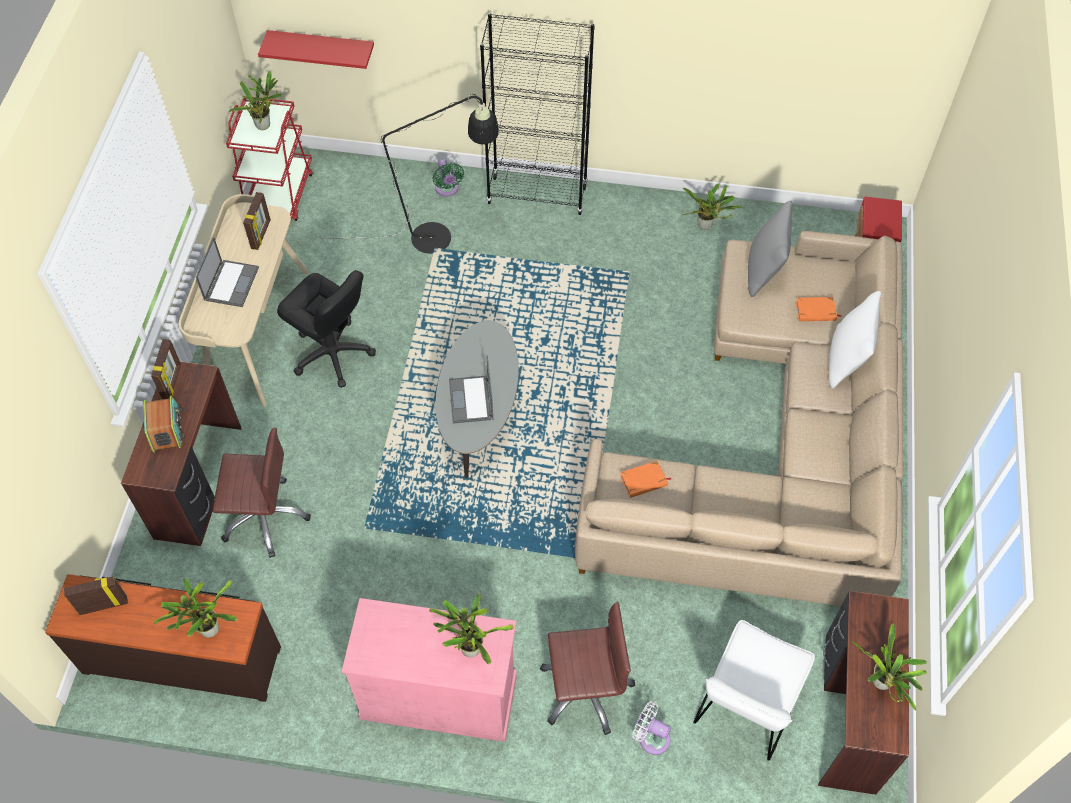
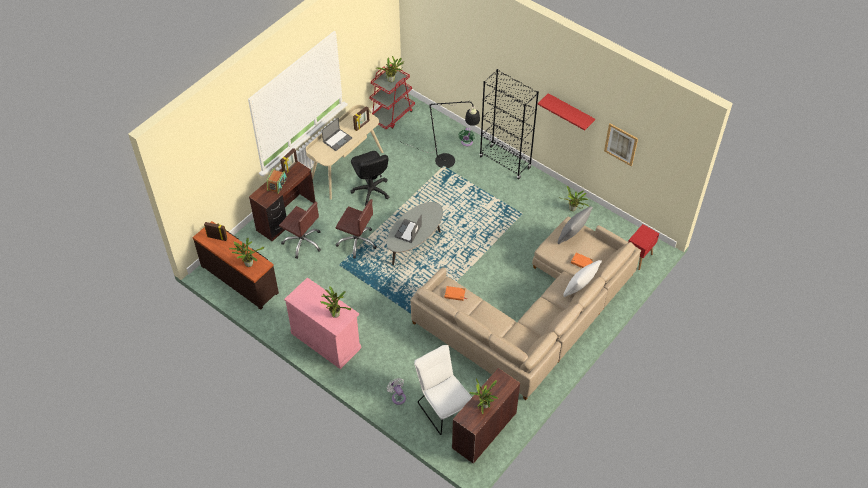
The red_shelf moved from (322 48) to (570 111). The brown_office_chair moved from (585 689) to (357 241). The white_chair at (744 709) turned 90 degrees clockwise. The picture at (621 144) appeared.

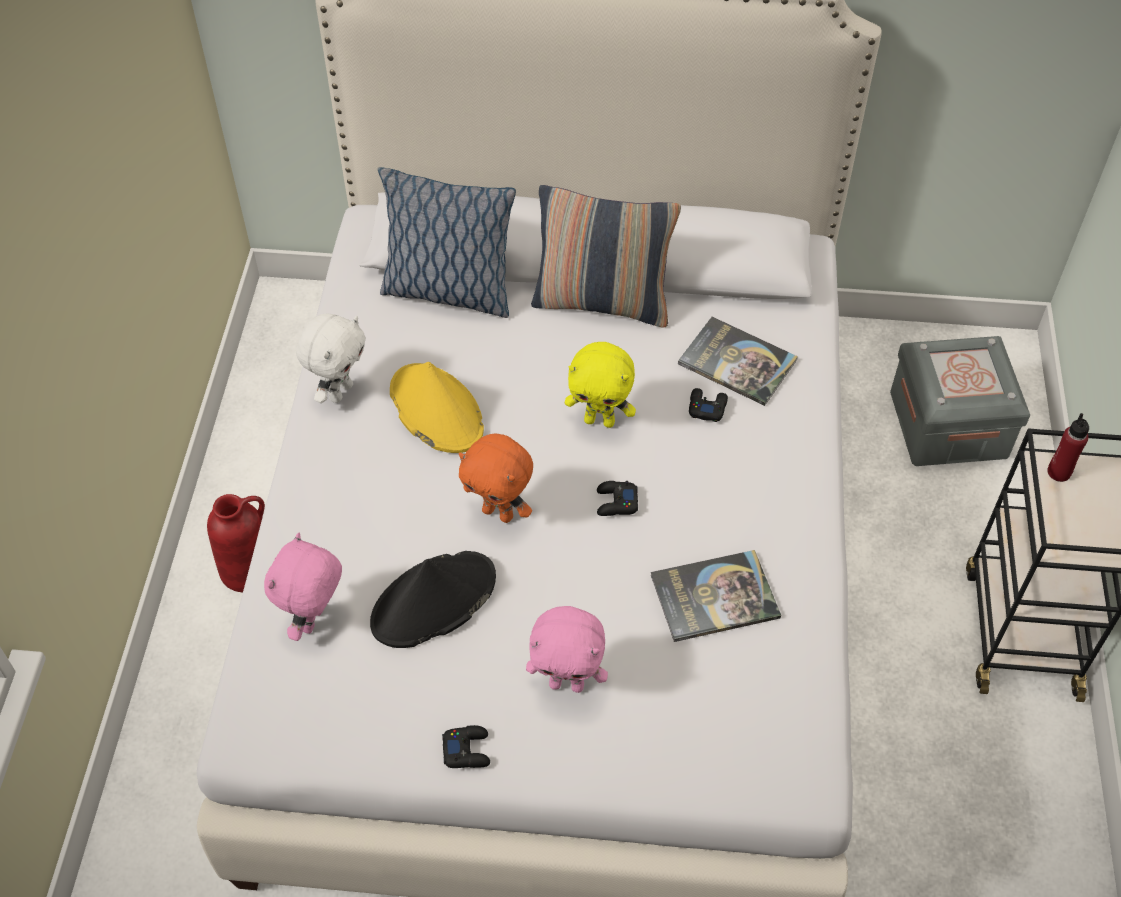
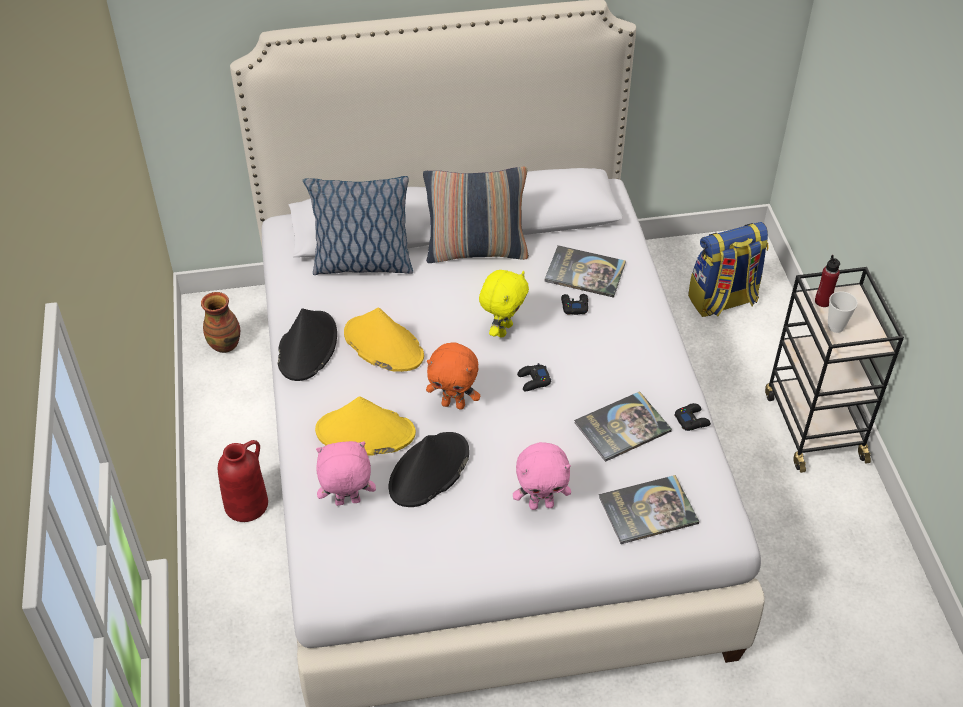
The white_plush_toy at (339 391) was replaced by the black_hat at (307 346). The grey_storage_box at (948 425) was replaced by the backpack at (722 301). The yellow_plush_toy at (600 420) turned 60 degrees counterclockwise. The pink_plush_toy at (314 621) turned 75 degrees clockwise. The black_game_controller moved from (467 750) to (692 420). The cup at (835 326) appeared. The vase at (225 344) appeared. The yellow_hat at (365 432) appeared. The book at (648 510) appeared.

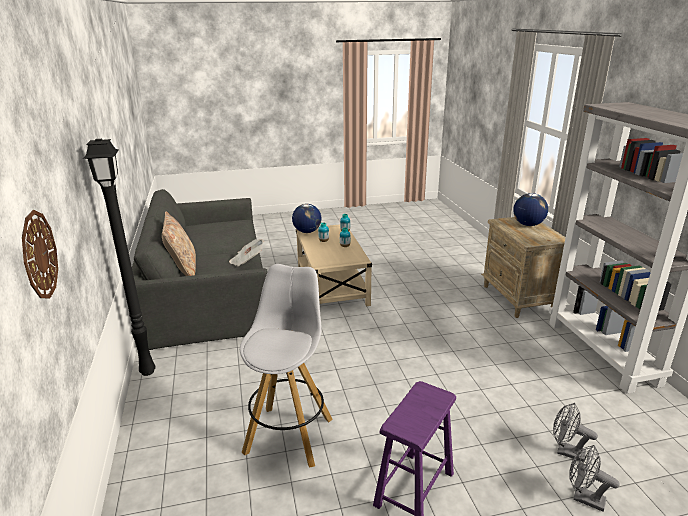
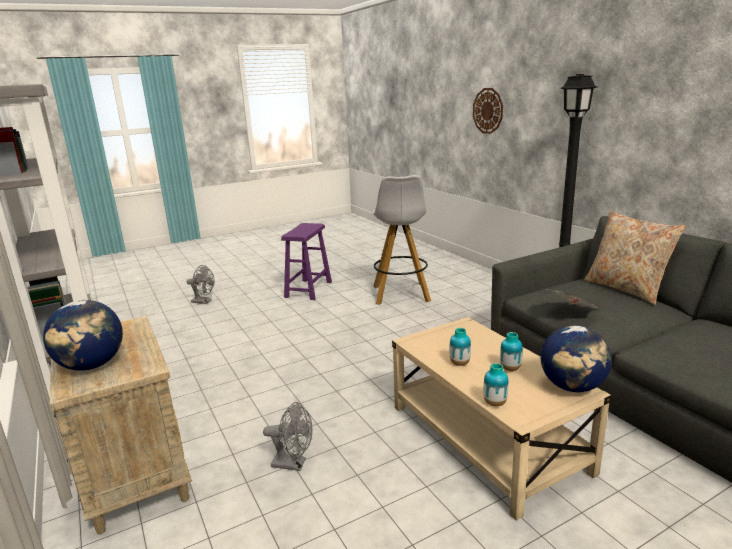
The grey_fan moved from (566 452) to (294 464).

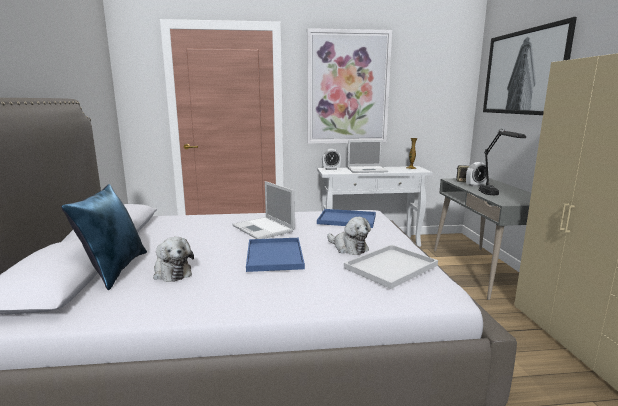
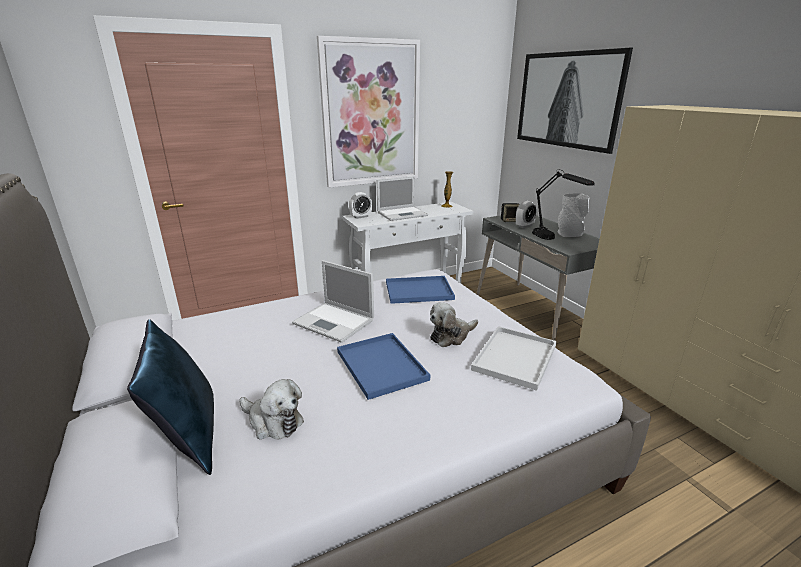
The plush_toy at (348 248) turned 120 degrees clockwise. The grey_vase at (570 234) appeared.

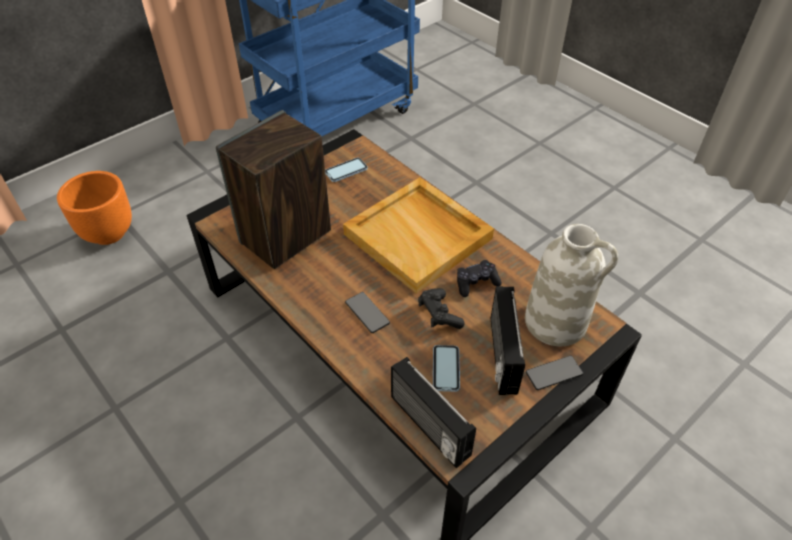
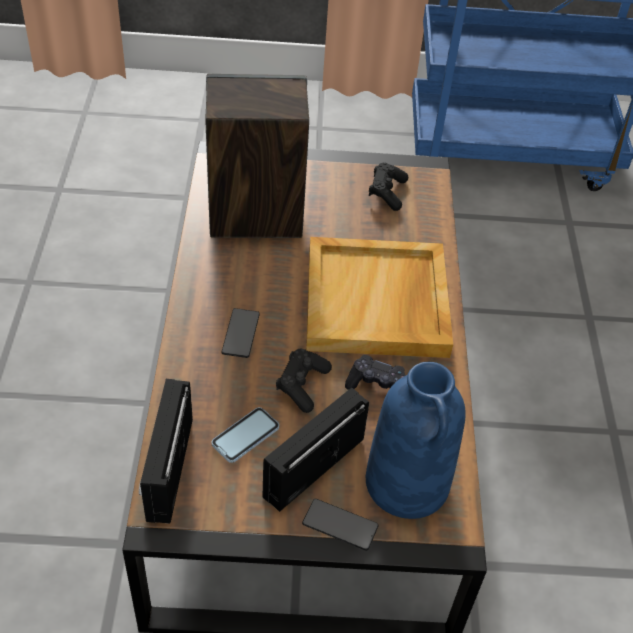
The phone at (346 171) was replaced by the black_game_controller at (387 193). The orange_planter at (107 233) disappeared. The white_vase at (556 322) became the blue_vase at (408 484).

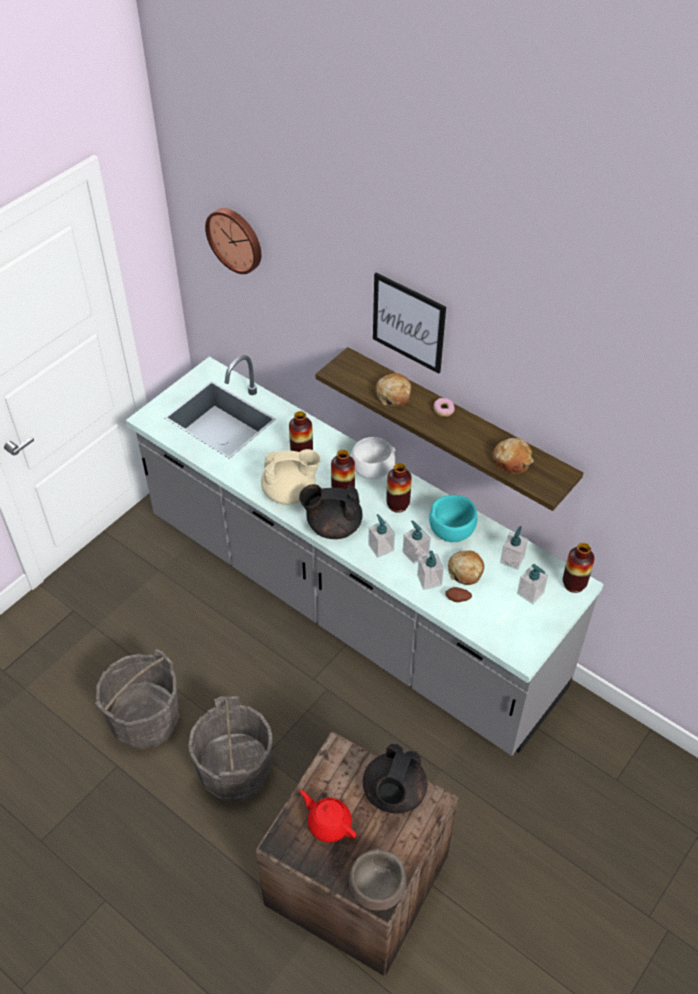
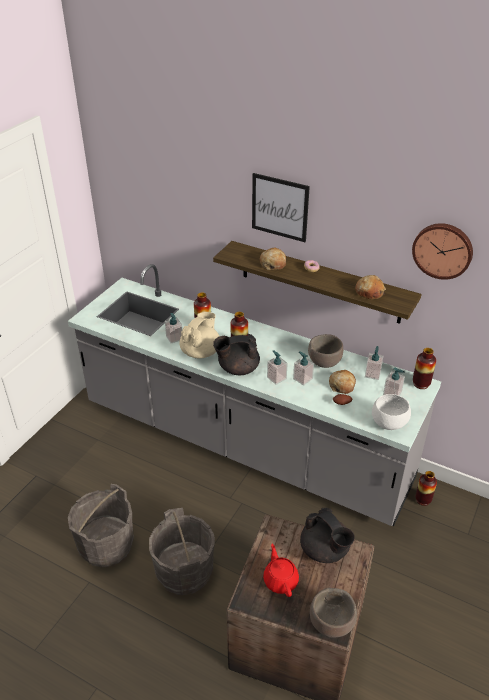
The wall_clock moved from (236 239) to (443 250). The white_bowl moved from (371 471) to (388 423). The beige_teapot at (290 492) turned 45 degrees counterclockwise. The vase moved from (397 505) to (423 500). The turquoise_bowl at (451 531) became the brown_bowl at (324 362). The soap_dispenser moved from (429 580) to (174 338). The black_teapot at (393 793) turned 45 degrees counterclockwise. The red_teapot at (329 823) turned 45 degrees clockwise.

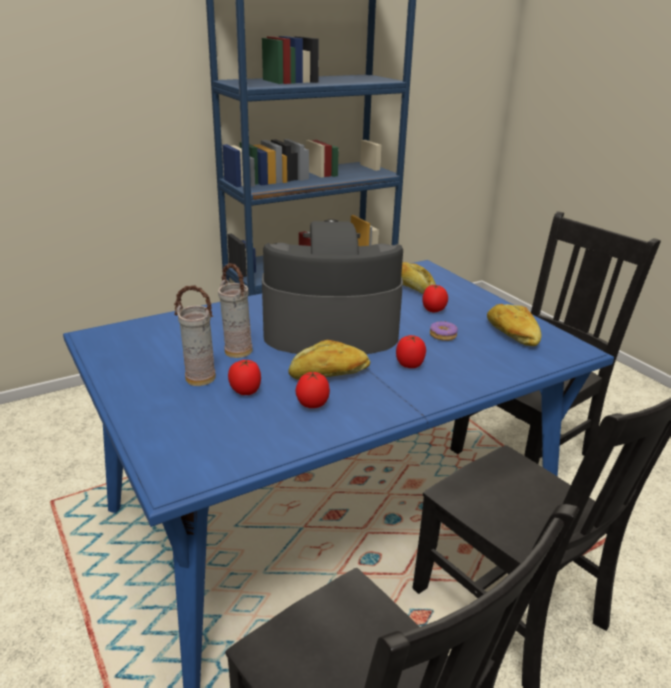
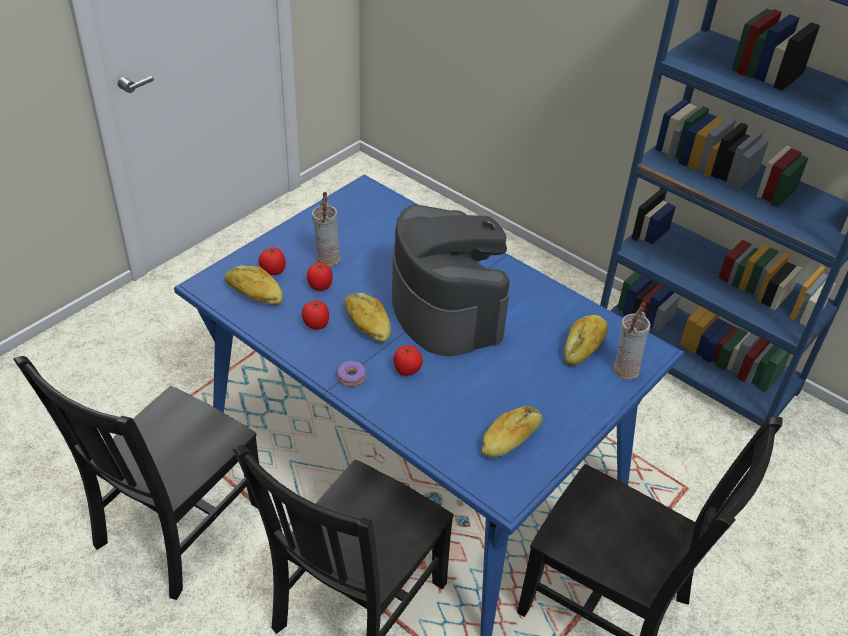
The vase moved from (237 352) to (624 370). The tomato moved from (433 311) to (273 271). The donut moved from (443 335) to (351 377). The bread at (254 294) appeared.

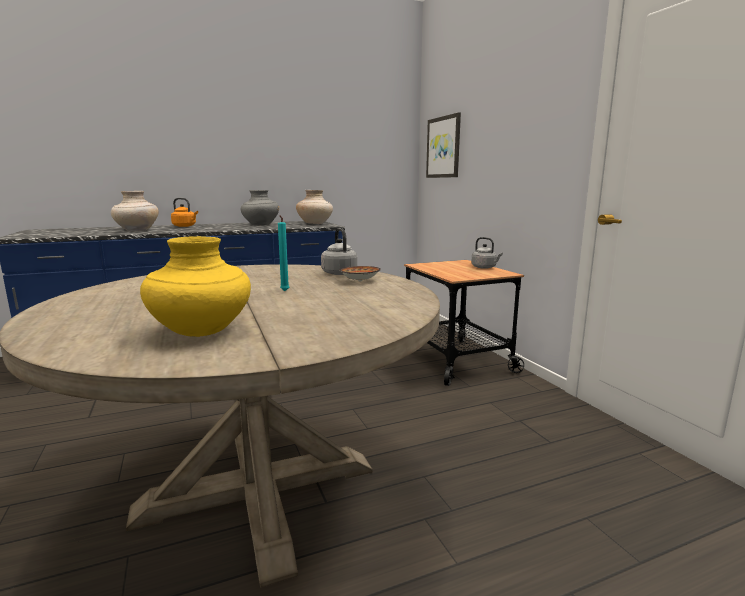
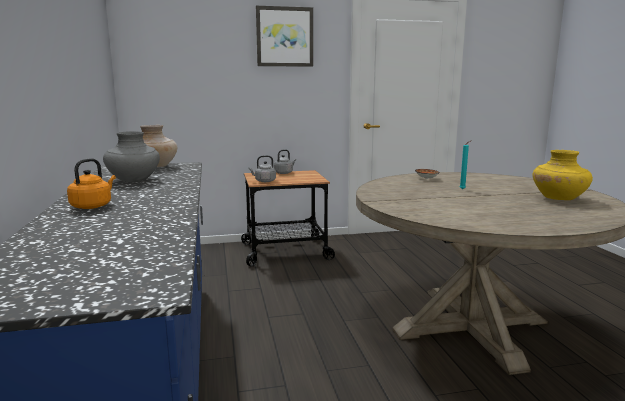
The picture moved from (444 147) to (284 37). The beige_vase at (137 230) disappeared. The grey_kettle moved from (338 273) to (264 181).

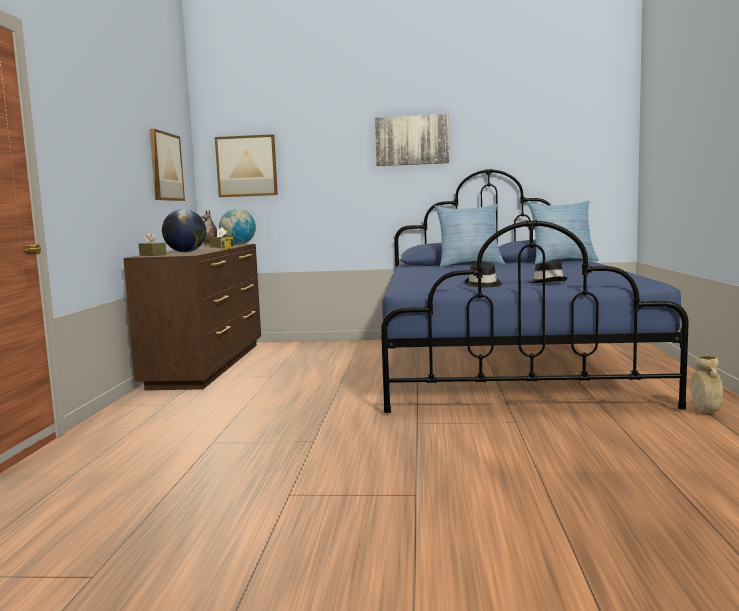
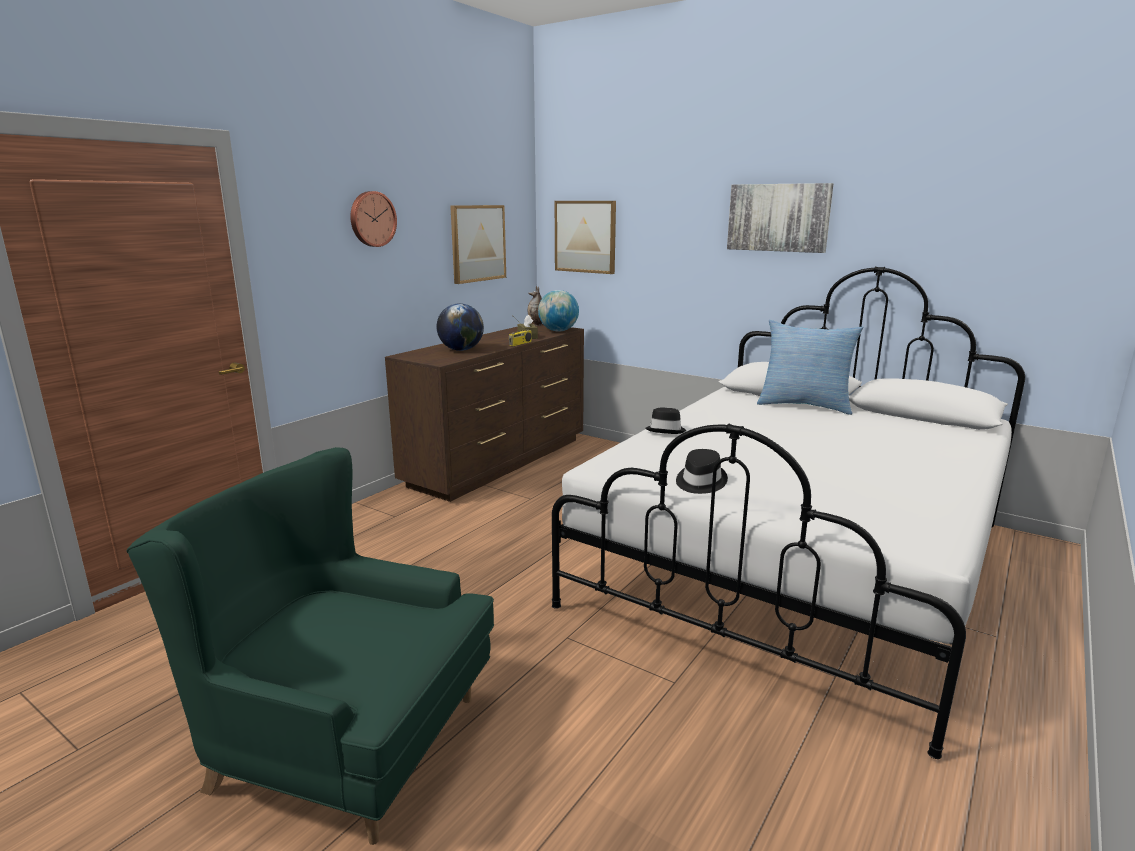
The blue_bed at (507 367) became the white_bed at (798 563). The pillow at (562 261) disappeared. The brown_tissue_box at (152 255) disappeared. The black_hat moved from (547 282) to (666 430). The beige_vase at (705 412) disappeared. The wall_clock at (372 219) appeared. The green_armchair at (341 739) appeared.

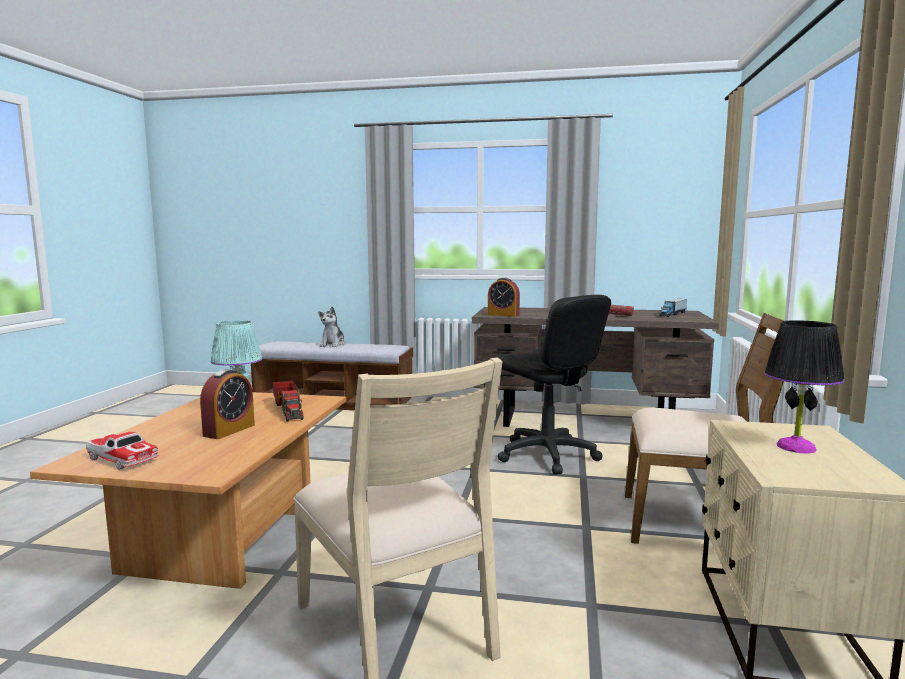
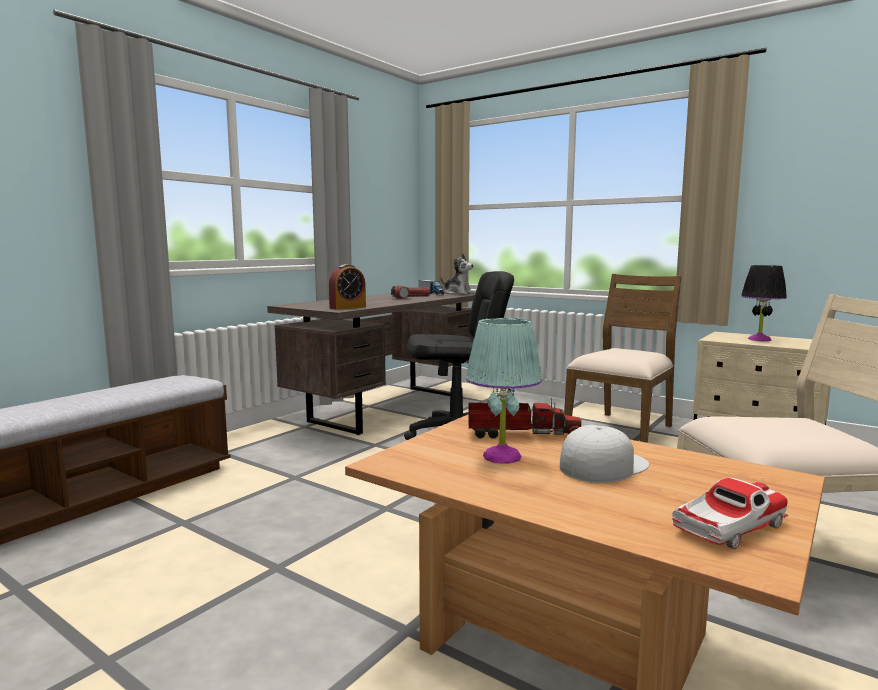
The plush_toy moved from (333 344) to (458 293). The alarm_clock at (229 430) was replaced by the white_cap at (603 465).

